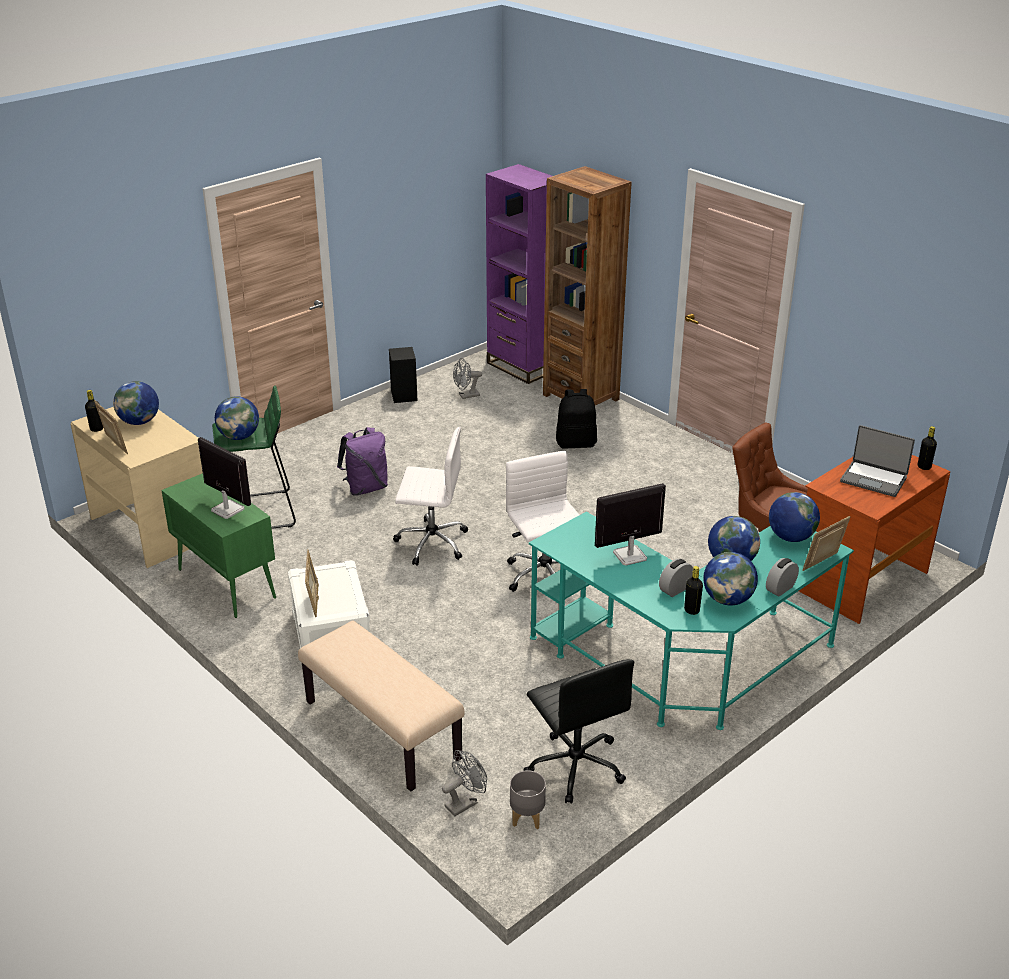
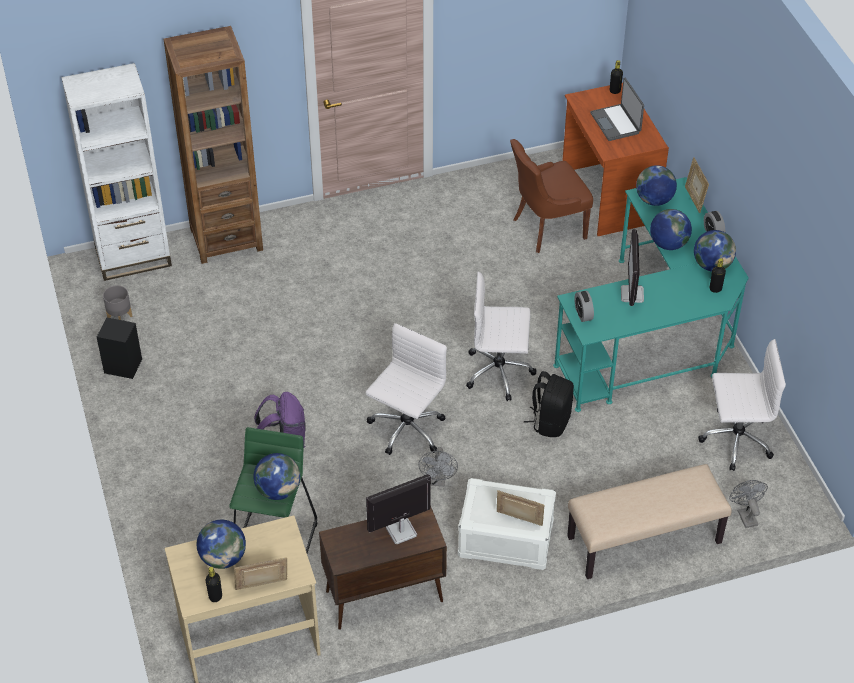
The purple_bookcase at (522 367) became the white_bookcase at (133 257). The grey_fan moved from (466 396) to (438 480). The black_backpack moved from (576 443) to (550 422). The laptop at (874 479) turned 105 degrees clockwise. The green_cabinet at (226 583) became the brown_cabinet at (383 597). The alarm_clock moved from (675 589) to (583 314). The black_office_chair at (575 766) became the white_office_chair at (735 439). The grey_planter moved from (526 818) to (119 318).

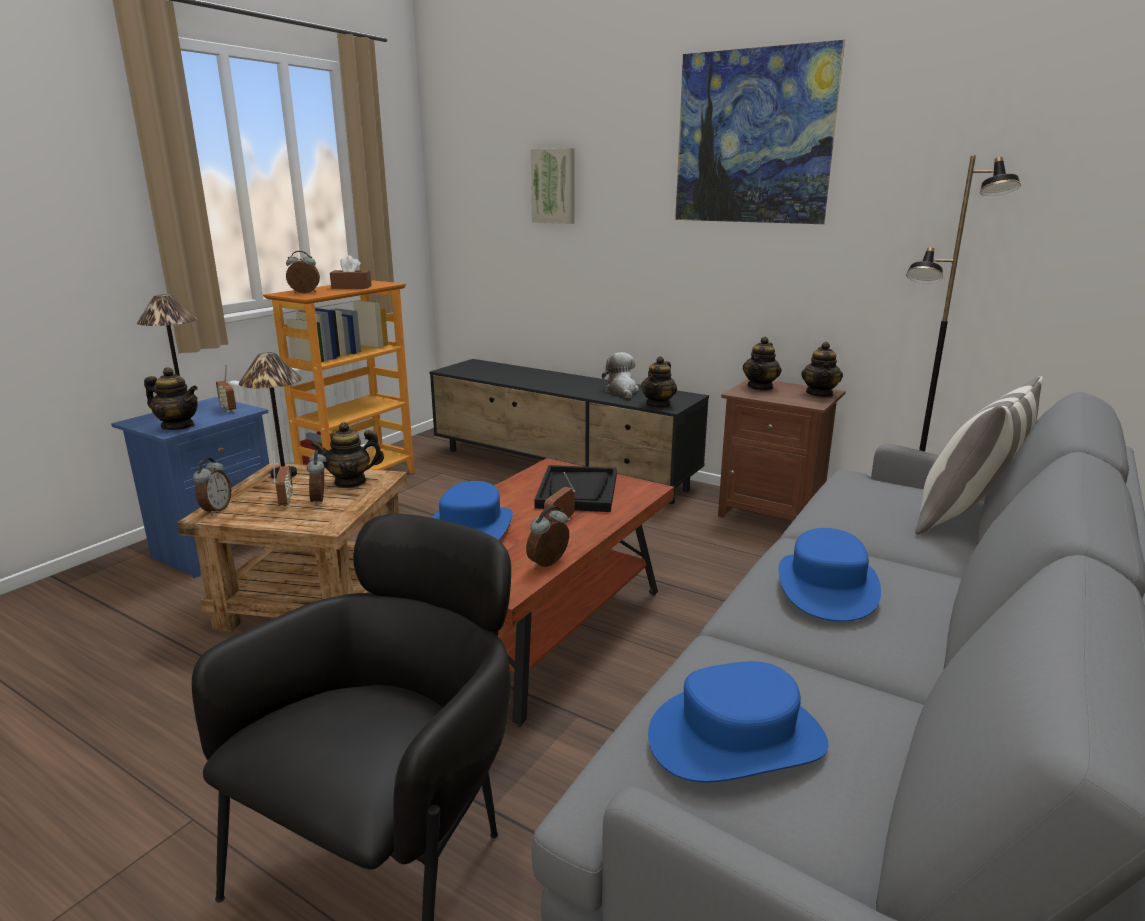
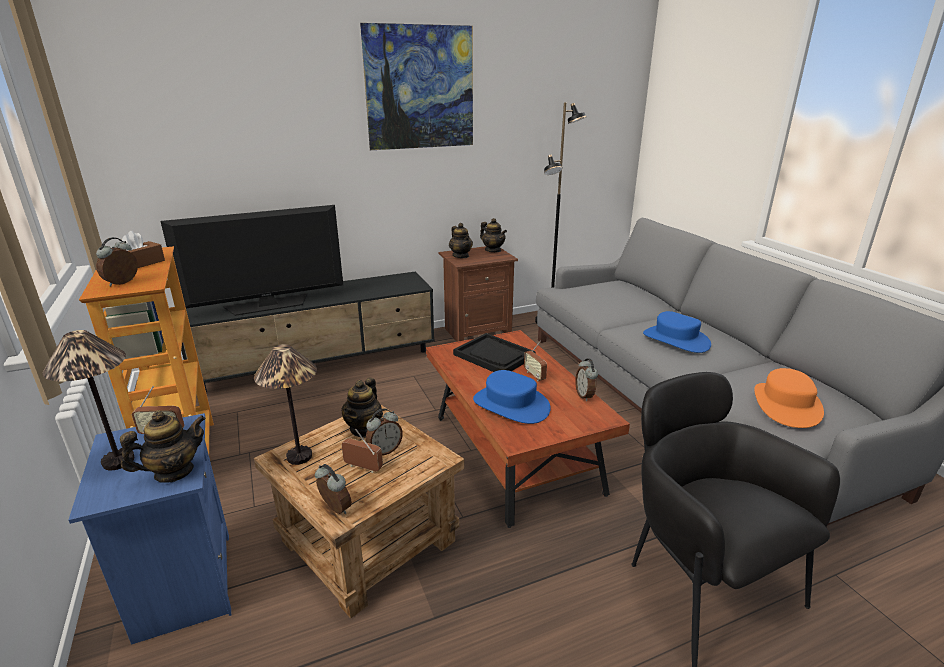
The picture at (554 186) disappeared. The plush_toy at (622 391) disappeared. The teapot at (658 405) disappeared. The pillow at (966 517) disappeared. The alarm_clock at (320 500) turned 60 degrees counterclockwise. The blue_hat at (736 738) became the orange_hat at (785 405). The television at (268 305) appeared.

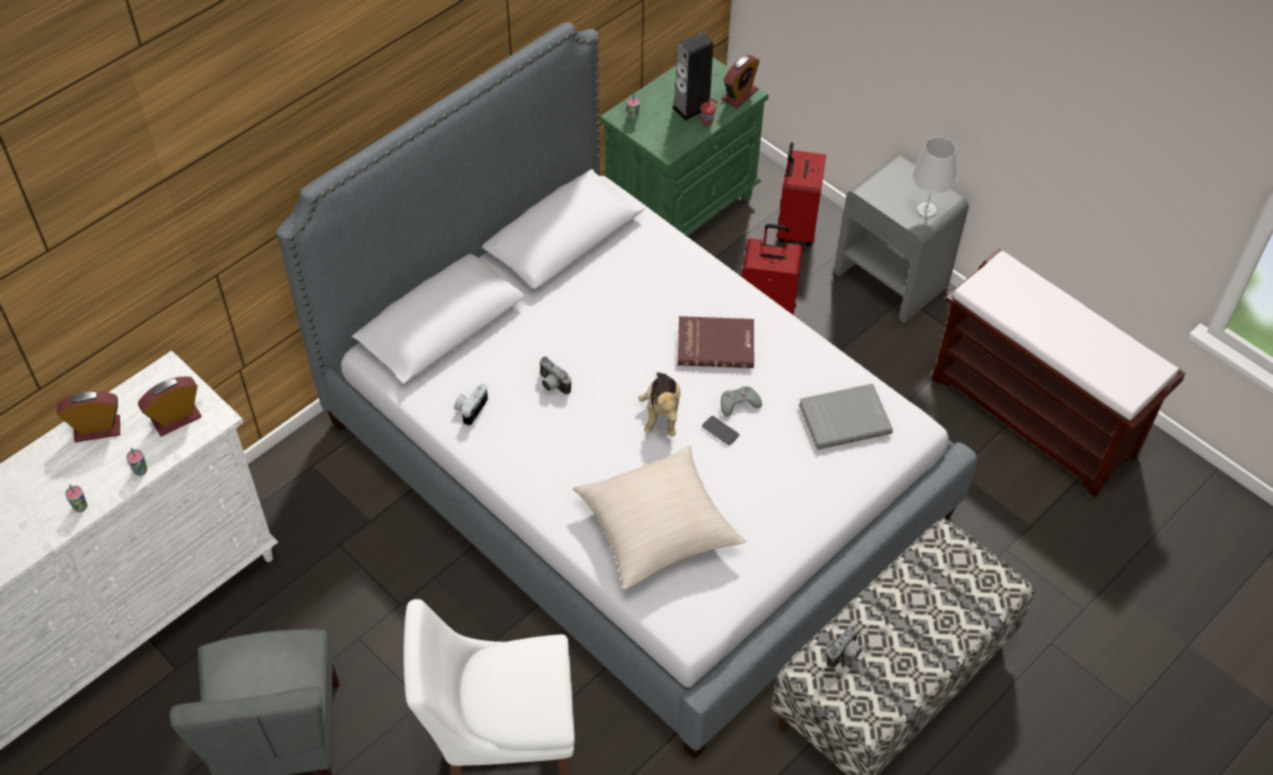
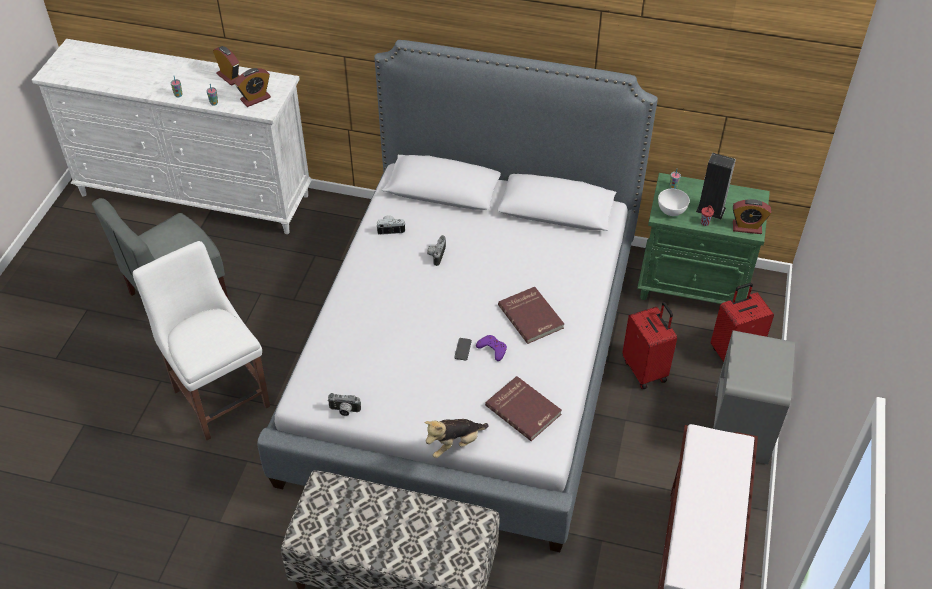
The white_table_lamp at (926 210) disappeared. The plush_toy moved from (661 414) to (454 444). The alarm_clock at (176 419) turned 120 degrees clockwise. The grey_book at (844 417) became the red_book at (524 409). The grey_game_controller at (738 403) became the purple_game_controller at (492 349). The beige_pillow at (657 528) disappeared. The photo_camera moved from (845 655) to (344 411). The white_bowl at (671 211) appeared.

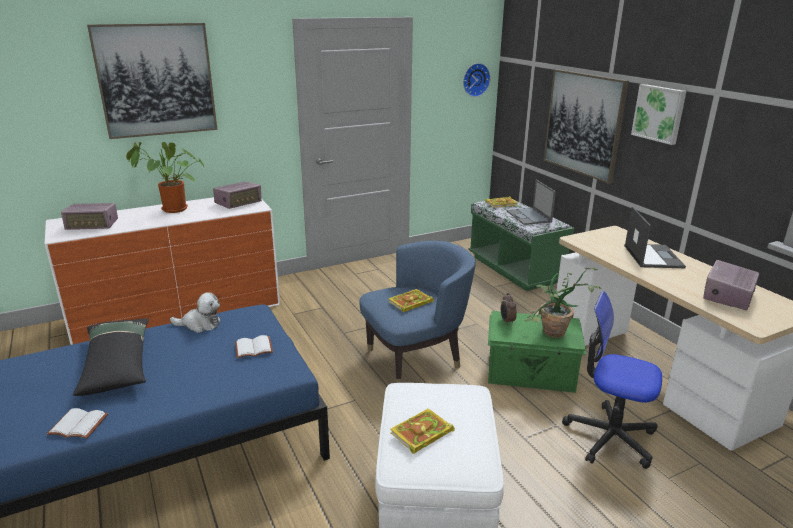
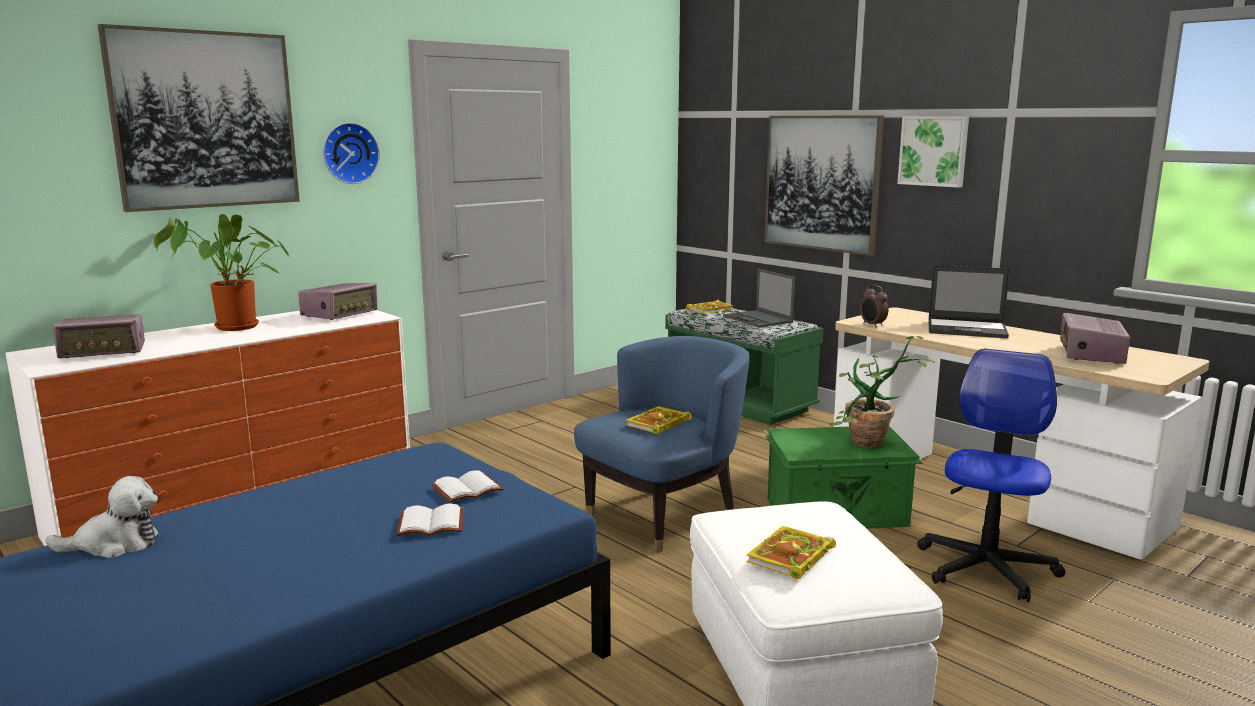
The wall_clock moved from (475 79) to (349 153). The laptop at (652 256) turned 120 degrees clockwise. The office_chair at (609 437) turned 105 degrees clockwise. The plush_toy moved from (200 324) to (114 544). The alarm_clock moved from (507 321) to (872 325). The black_pillow at (117 364) disappeared. The white_book moved from (77 426) to (429 524).

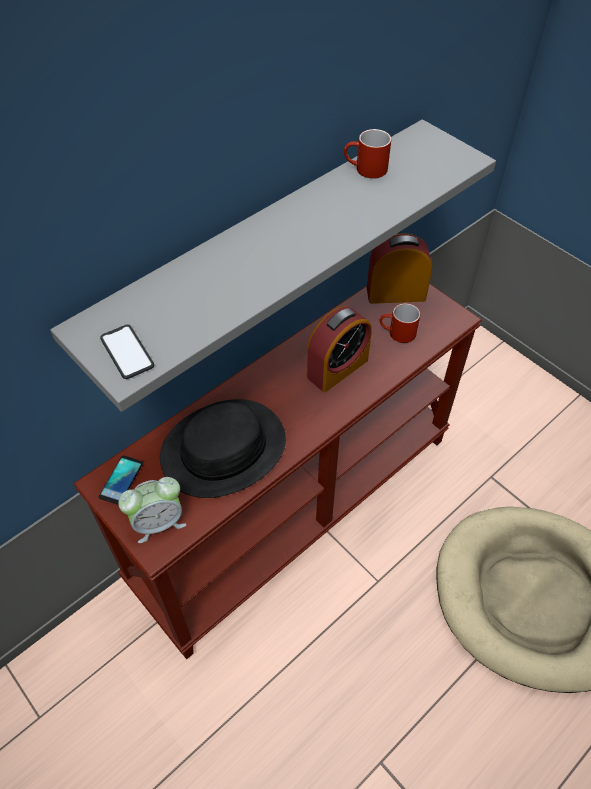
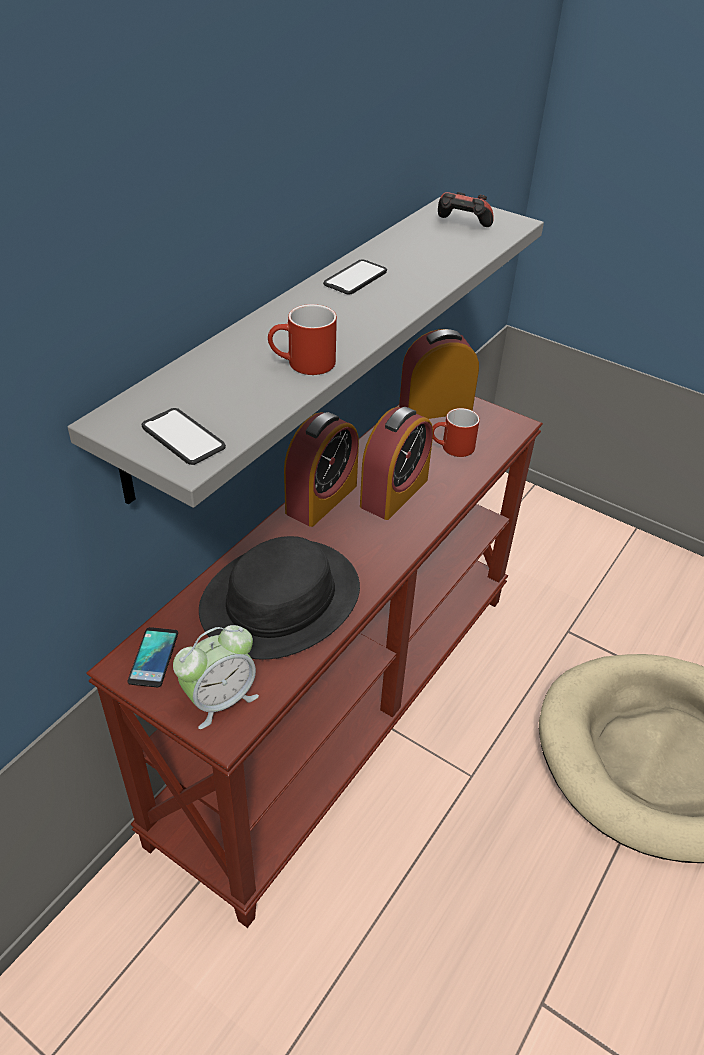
The red_mug moved from (365 170) to (303 364). The game_controller at (462 227) appeared. The phone at (355 278) appeared. The alarm_clock at (321 499) appeared.

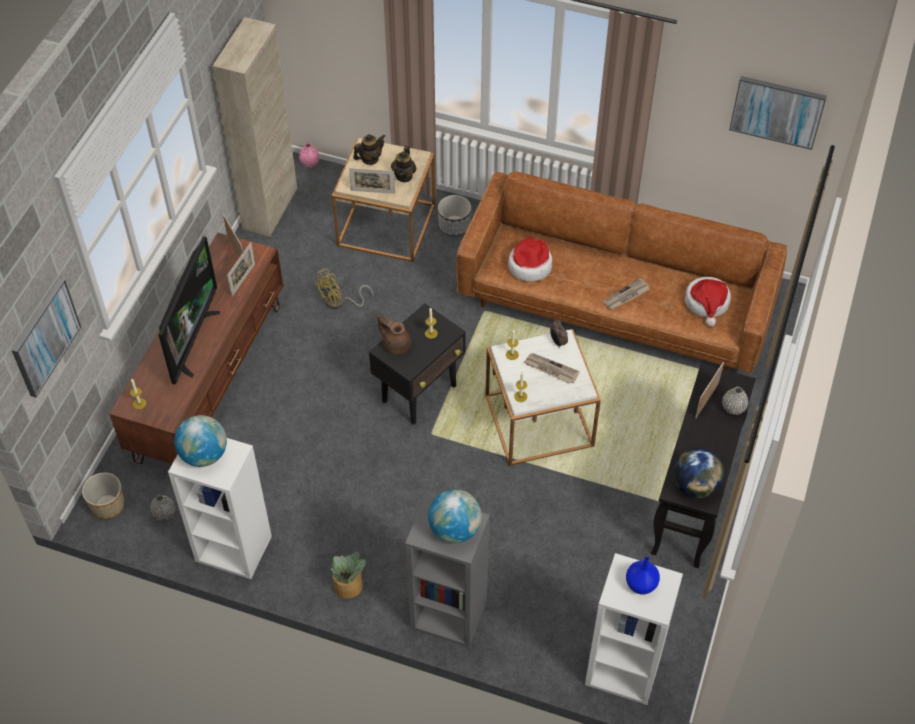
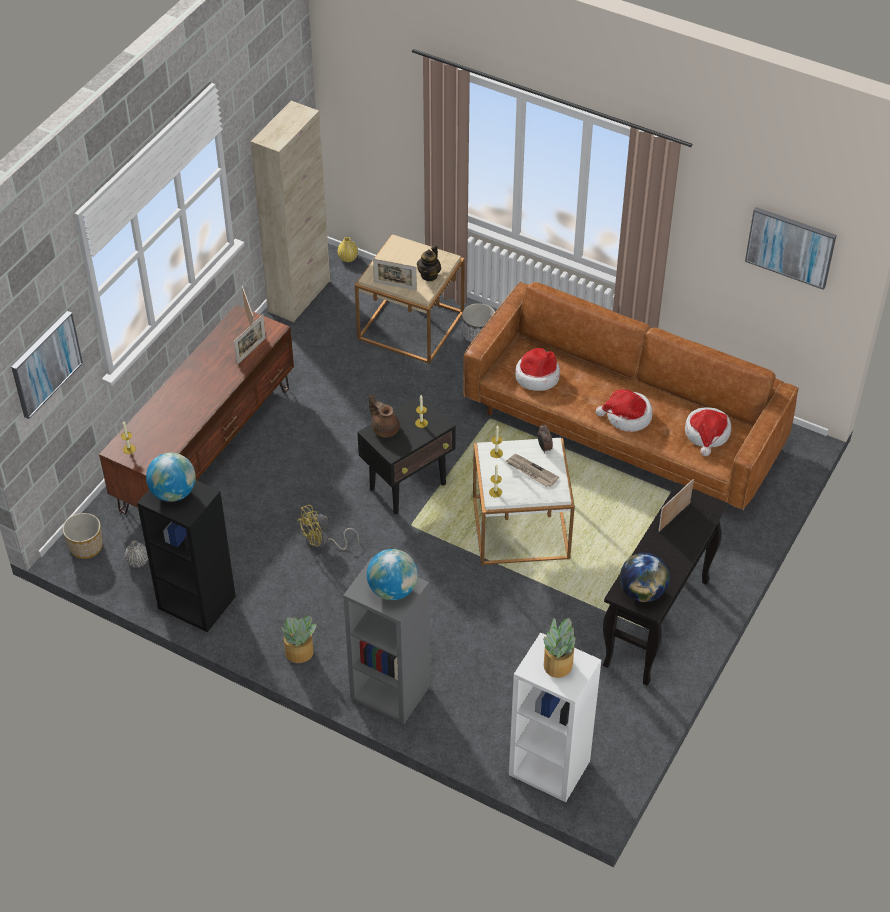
The teapot at (370 159) disappeared. The pink_vase at (310 163) became the yellow_vase at (348 258). The television at (191 341) disappeared. The yellow_fan moved from (340 302) to (322 542). The newspaper at (626 296) was replaced by the hat at (627 417). The grey_vase at (733 408) disappeared. The white_bookcase at (232 549) became the black_bookcase at (195 603). The blue_vase at (641 585) was replaced by the potted_plant at (558 664).

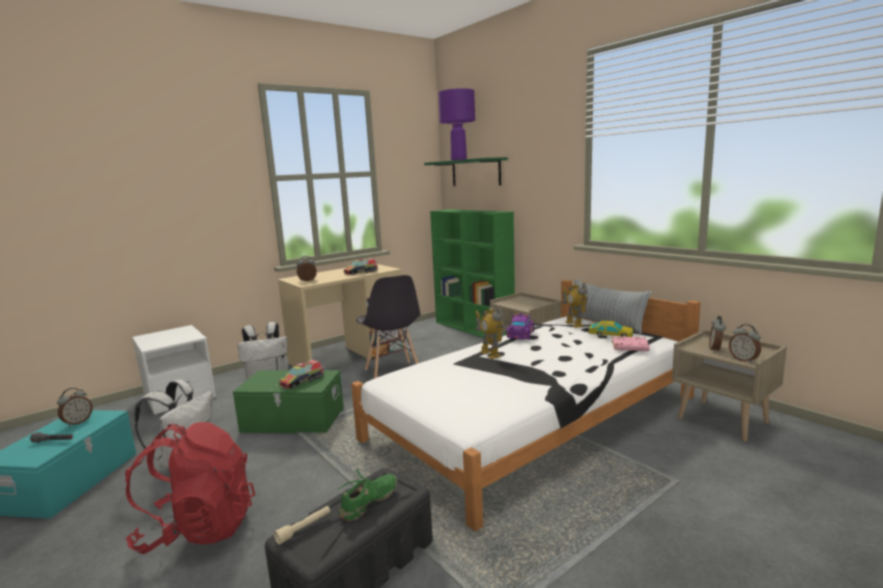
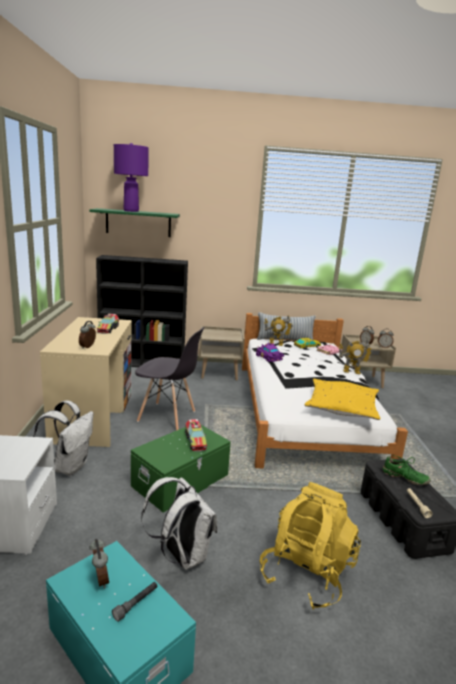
The green_bookcase at (474 329) became the black_bookcase at (143 363). The toy_robot moved from (490 354) to (351 371). The red_backpack at (199 529) became the yellow_backpack at (306 572). The green_shoe at (369 502) turned 135 degrees clockwise. The yellow_pillow at (341 407) appeared.

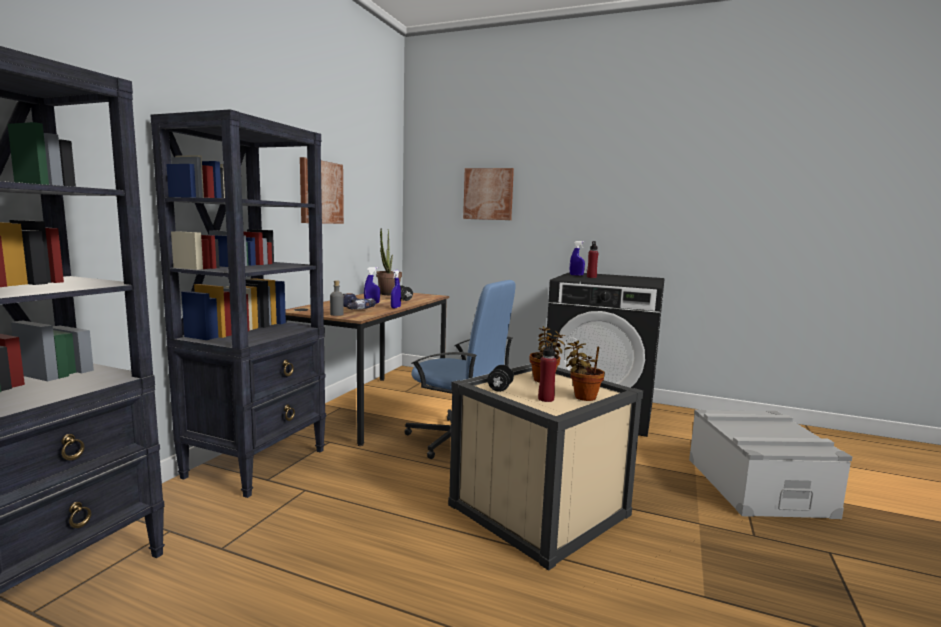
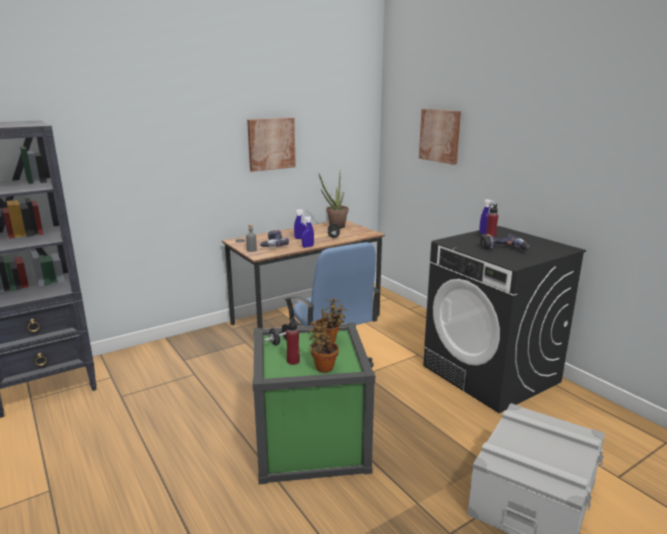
The black_bookcase at (257 463) disappeared. The beige_storage_box at (539 509) became the green_storage_box at (311 441). The power_drill at (503 250) appeared.

